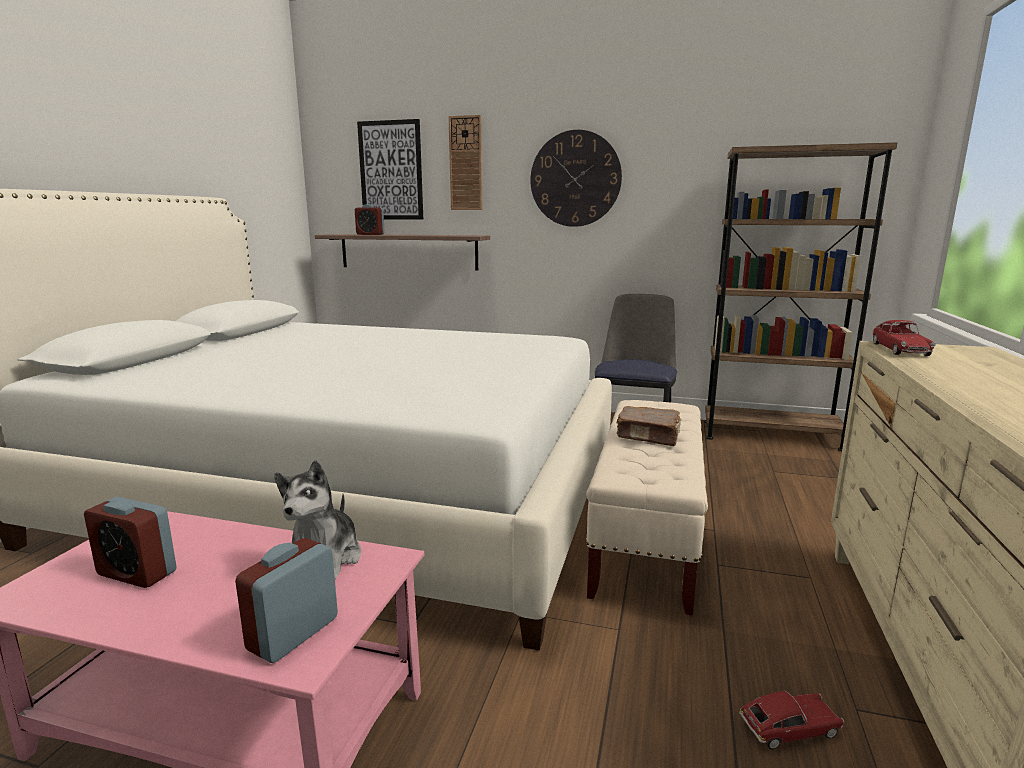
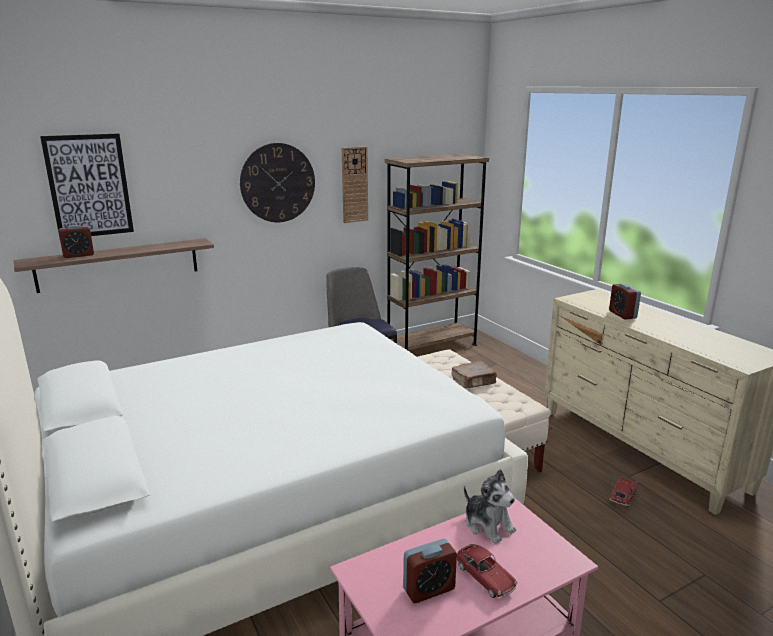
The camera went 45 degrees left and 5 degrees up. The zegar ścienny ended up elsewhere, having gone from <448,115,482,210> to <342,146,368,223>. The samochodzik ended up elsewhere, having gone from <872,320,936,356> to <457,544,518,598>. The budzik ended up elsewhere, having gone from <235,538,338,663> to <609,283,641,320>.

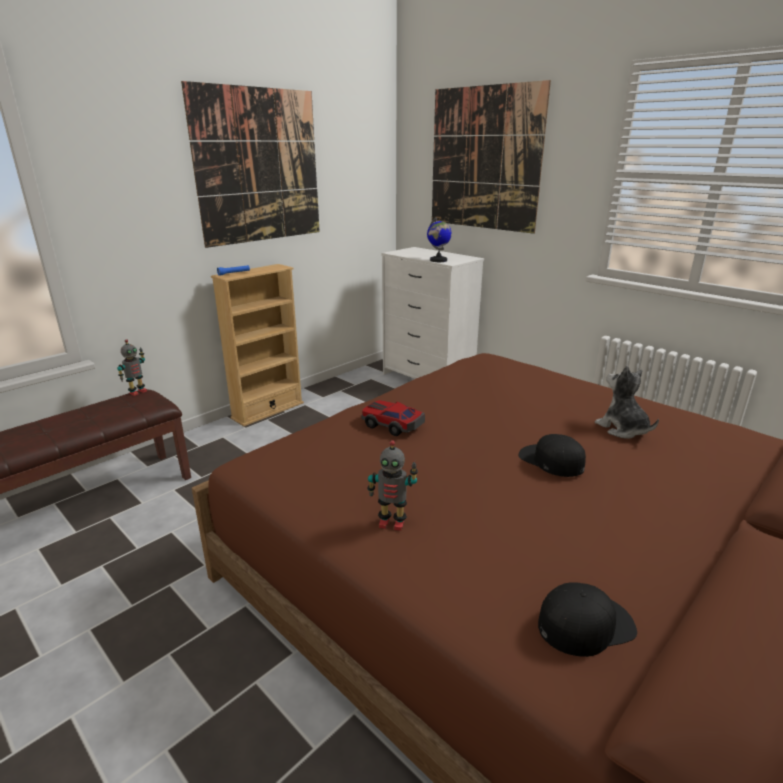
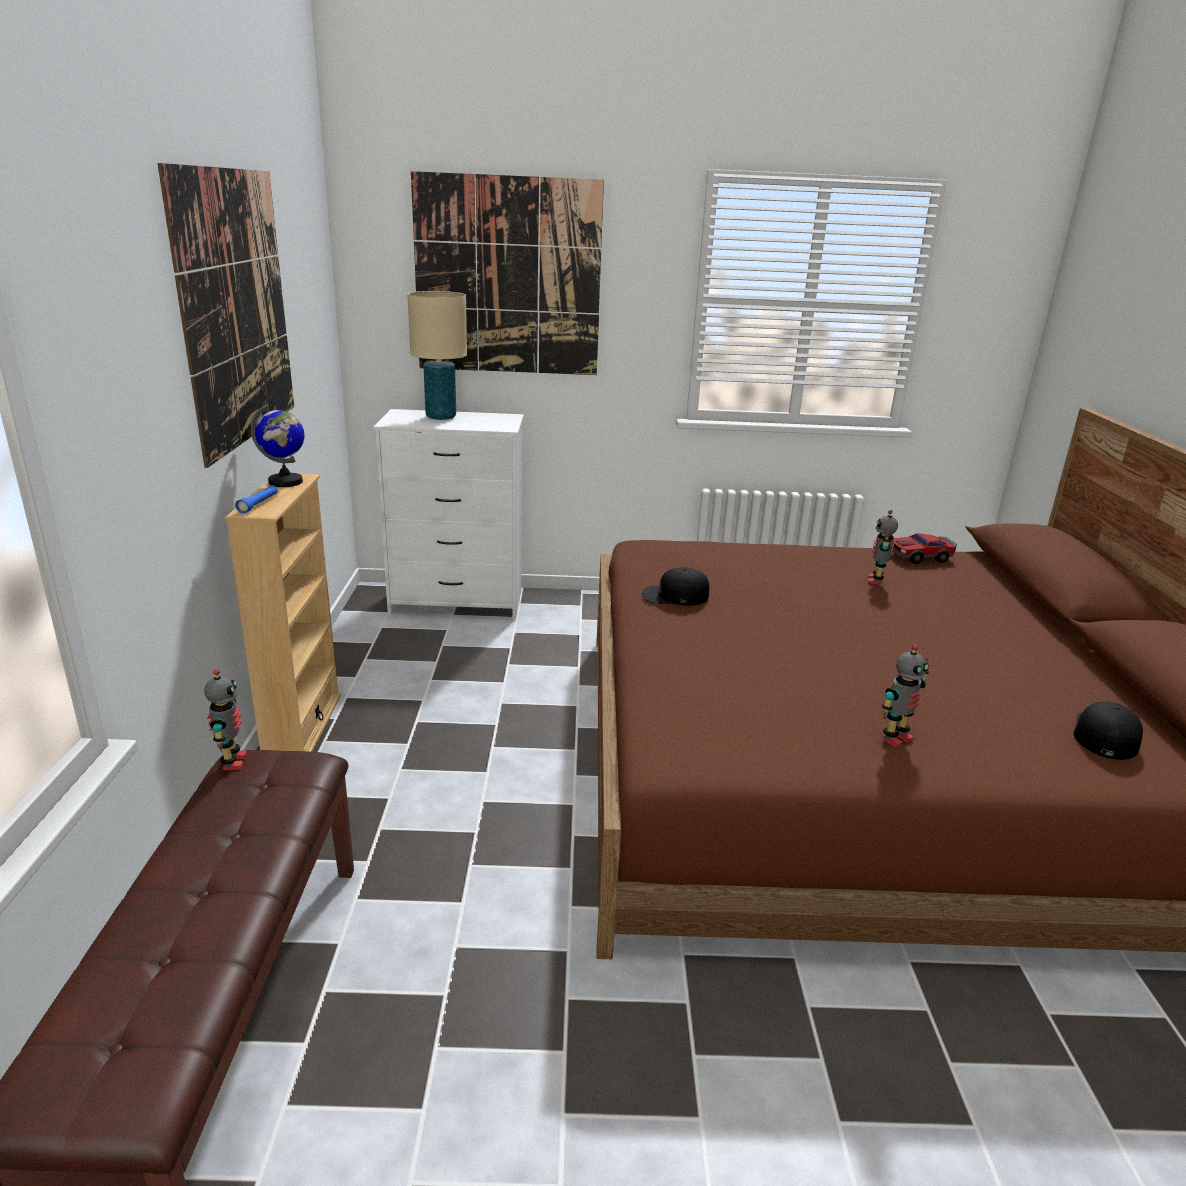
The camera went 45 degrees left and 0 degrees up. The globus ended up elsewhere, having gone from <427,217,452,262> to <251,404,304,487>. Where the pluszak stood at <595,366,659,439>, the robot zabawkowy came to stand at <868,510,898,585>. The samochodzik ended up elsewhere, having gone from <362,400,425,436> to <893,533,957,564>. The czapka z daszkiem/czarny ended up elsewhere, having gone from <519,434,586,477> to <642,567,709,606>. The second view gained the lampa stołowa/beżowy at <407,291,467,420>.

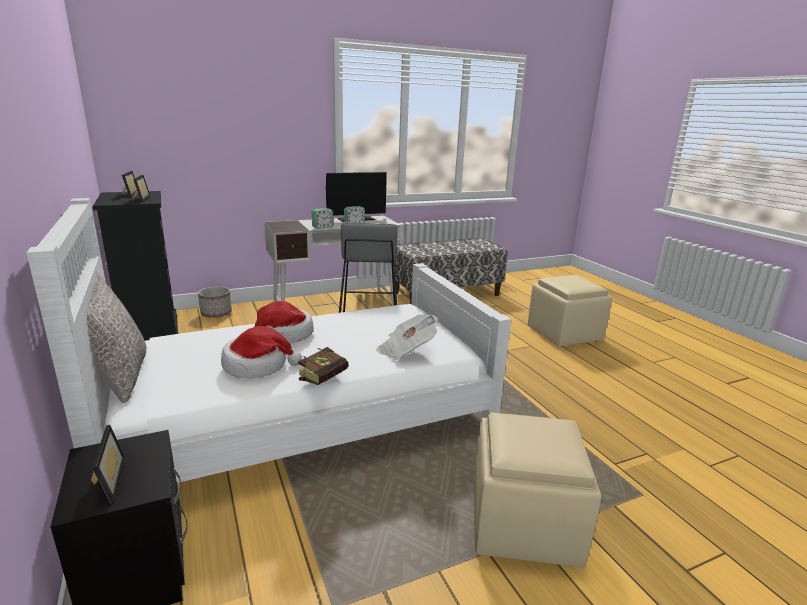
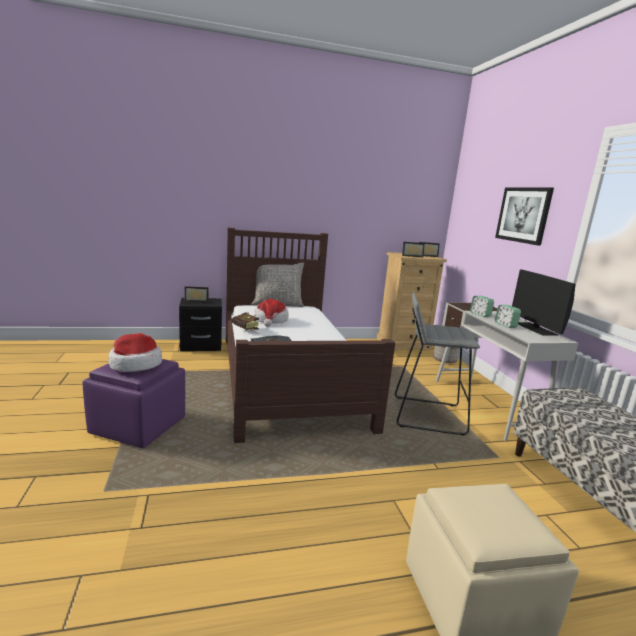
The camera went 100 degrees right and 5 degrees down. What was the komoda/czarny at <93,191,178,341> turned into the komoda/beżowy at <377,252,447,351>. What was the łóżko/biały at <26,198,511,483> turned into the łóżko/brązowy at <226,227,395,443>. The kapelusz ended up elsewhere, having gone from <254,301,314,343> to <108,333,162,372>. What was the pufa/beżowy at <474,412,602,568> turned into the pufa/fioletowy at <82,359,185,448>. The second view gained the obraz at <495,187,554,246>.

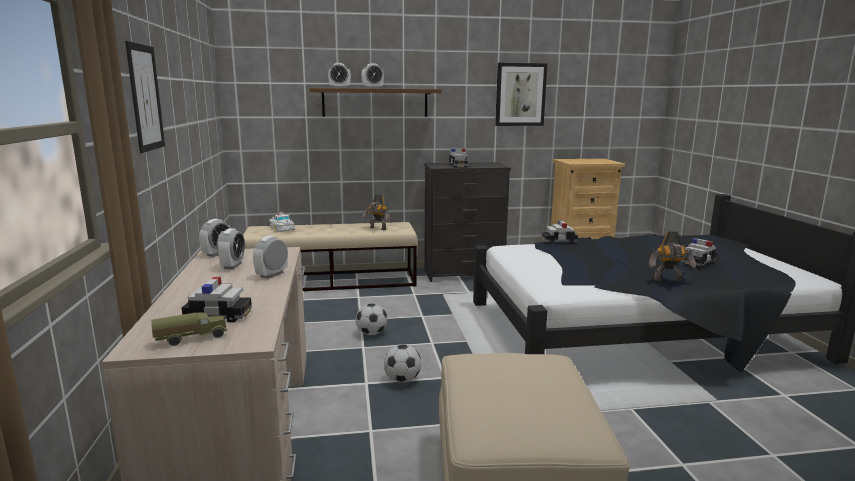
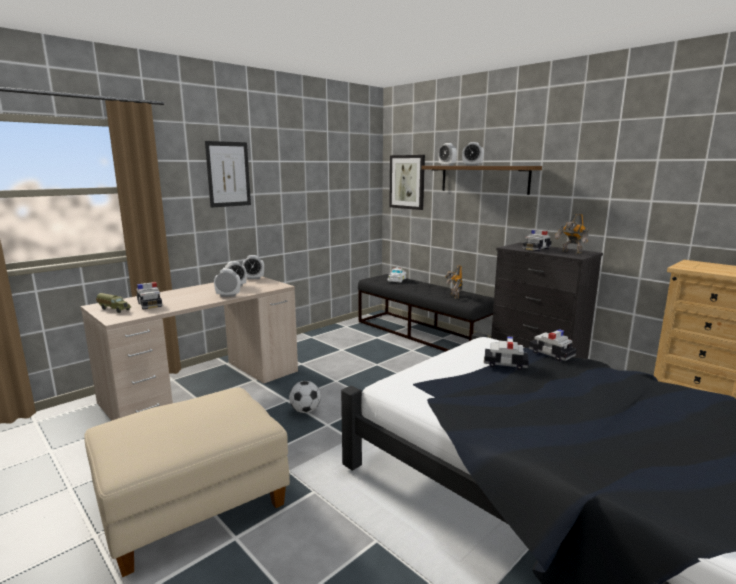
The camera went 55 degrees right and 0 degrees up. The obraz ended up elsewhere, having gone from <495,63,547,126> to <389,155,425,210>. What was the ławka/beżowy at <243,222,418,291> turned into the ławka/czarny at <358,274,494,352>. The robot zabawkowy ended up elsewhere, having gone from <649,231,696,282> to <555,213,589,254>. The samochodzik ended up elsewhere, having gone from <681,238,717,267> to <484,336,529,370>. The second view lost the piłka futbolowa at <356,303,387,335>.

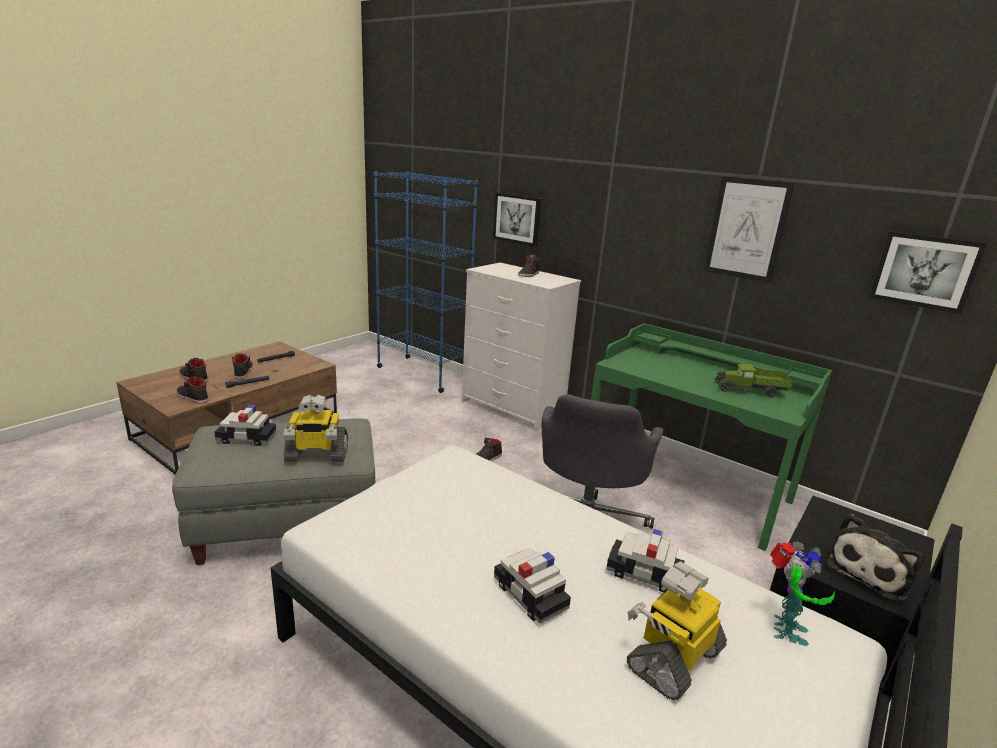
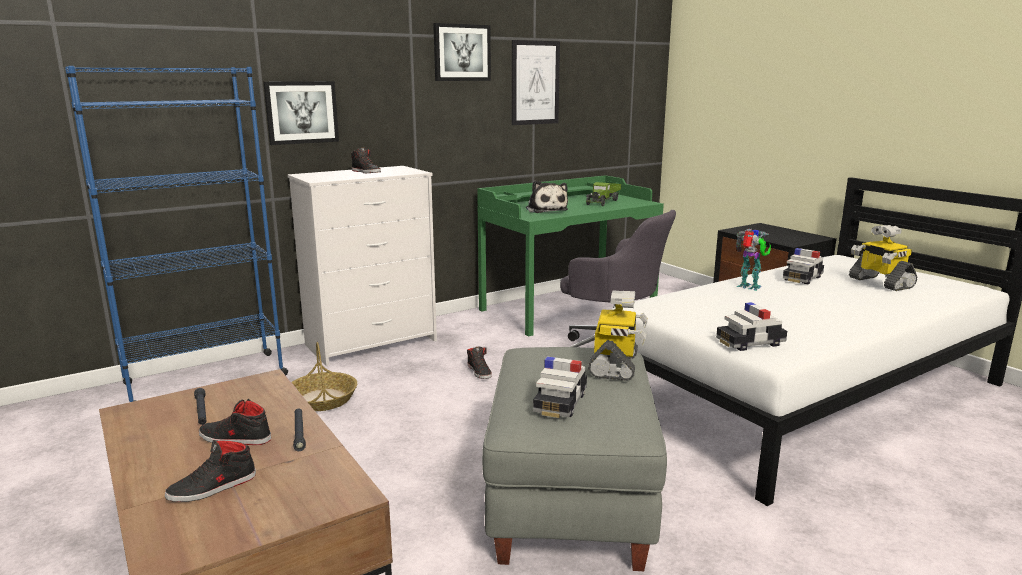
The camera went 70 degrees left and 5 degrees down. The obraz ended up elsewhere, having gone from <869,231,987,314> to <433,23,491,81>. The second view lost the but/czarny at <177,376,209,404>. The pluszak ended up elsewhere, having gone from <826,514,925,600> to <526,181,568,213>. The robot zabawkowy ended up elsewhere, having gone from <770,541,835,646> to <736,229,771,291>. The samochodzik ended up elsewhere, having gone from <494,548,571,624> to <716,302,787,351>. The second view gained the koszyk at <291,342,357,411>.

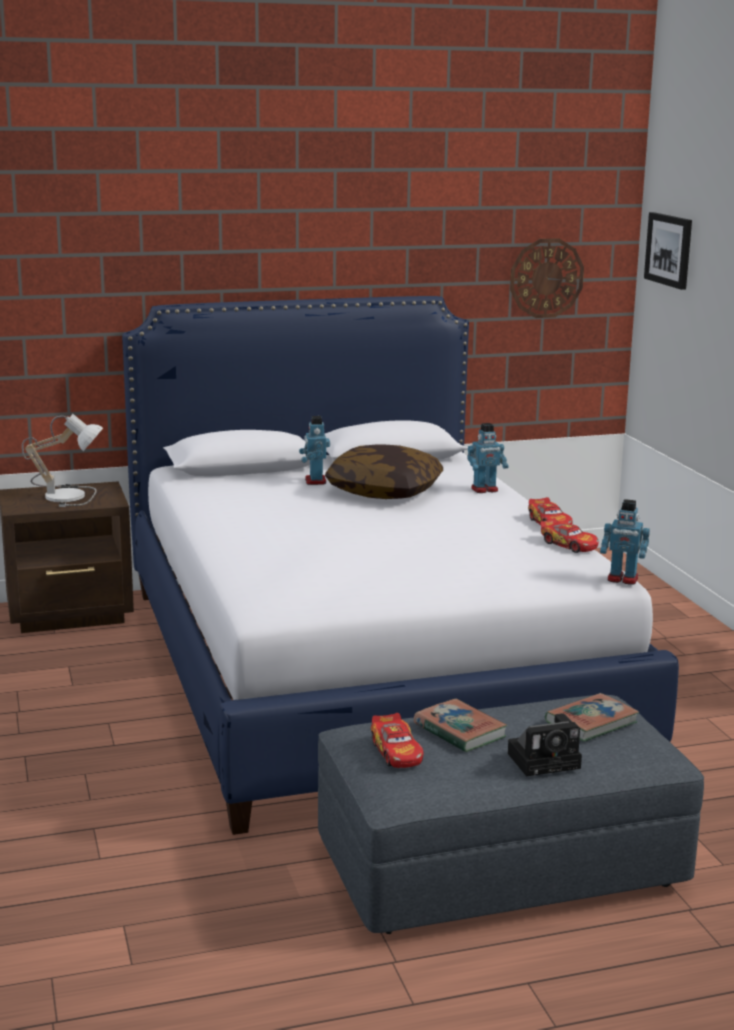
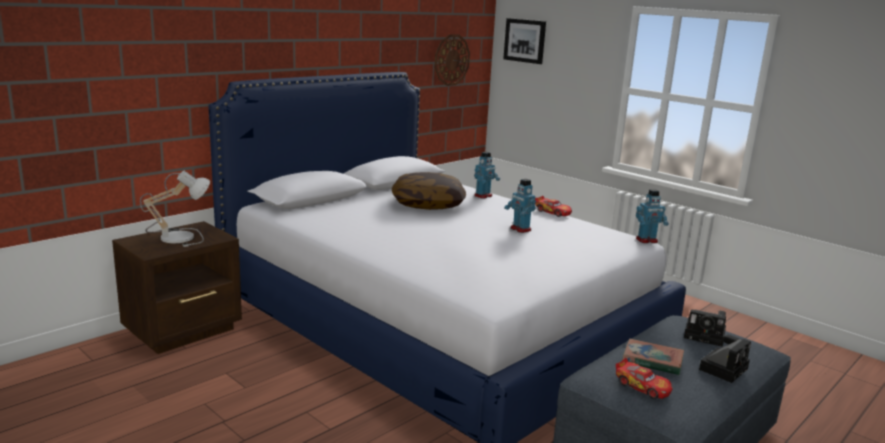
The camera went 30 degrees left and 0 degrees up. The robot zabawkowy ended up elsewhere, having gone from <299,416,330,485> to <505,179,536,233>. The second view lost the samochodzik at <540,518,599,553>. Where the książka stood at <545,693,639,742>, the aparat fotograficzny came to stand at <684,310,726,347>.

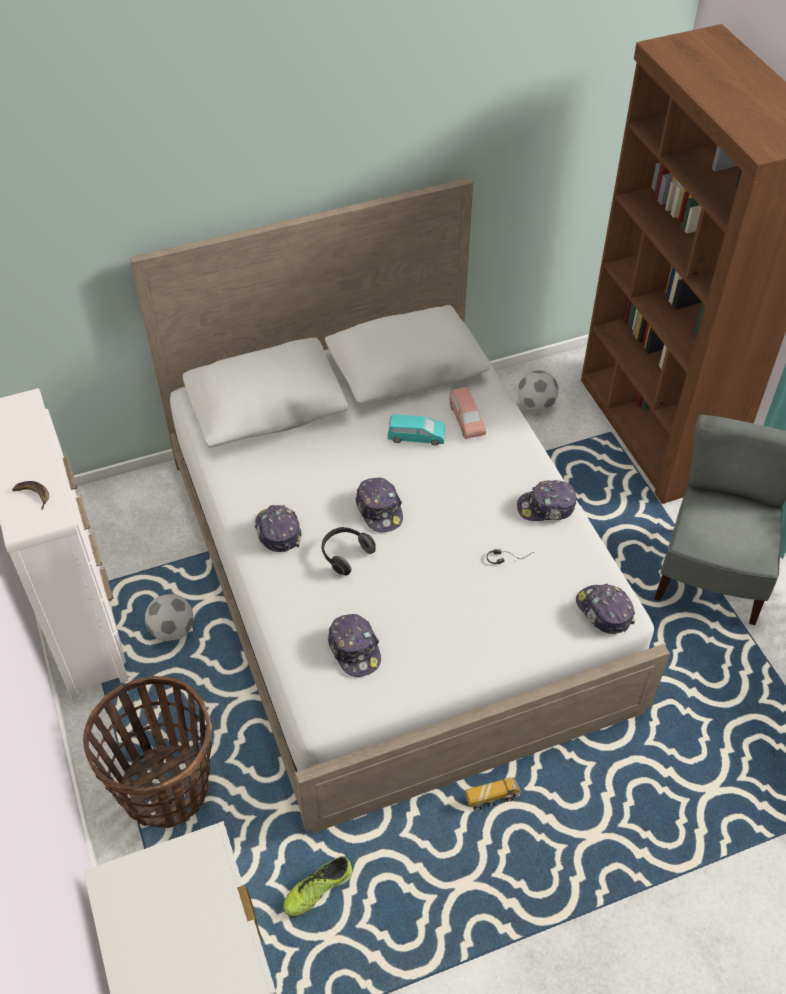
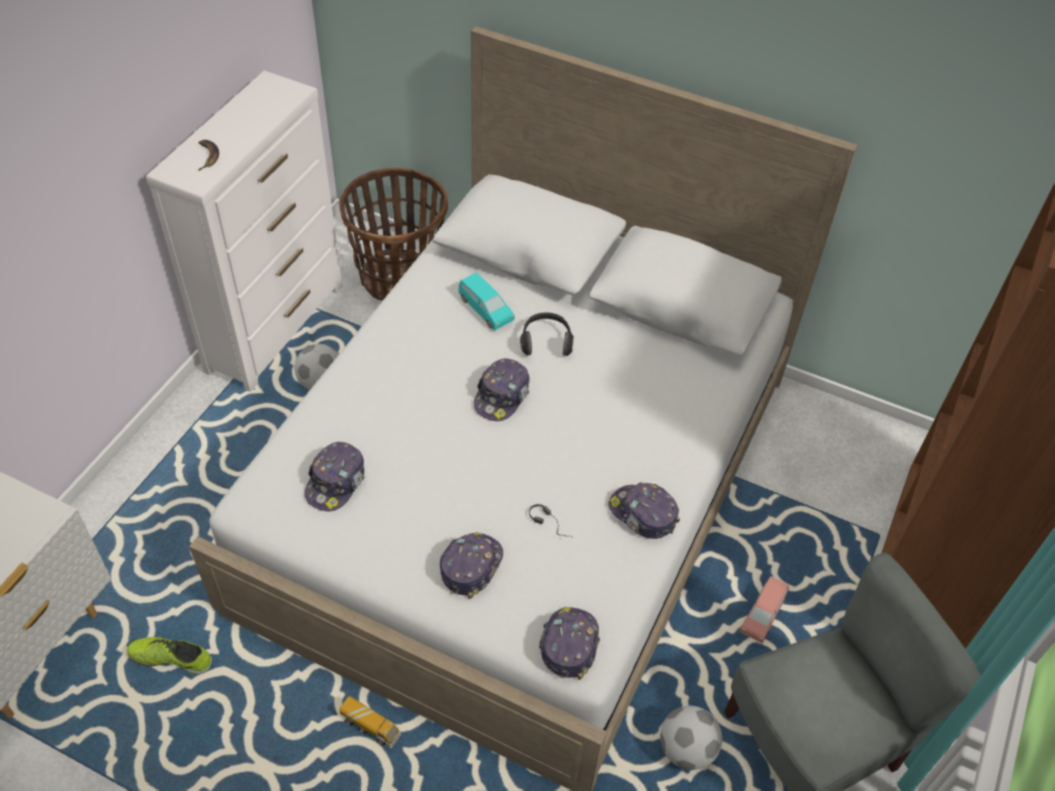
The camera went 45 degrees right and 0 degrees up. The piłka futbolowa ended up elsewhere, having gone from <518,370,559,411> to <660,706,722,770>. The samochodzik/różowy ended up elsewhere, having gone from <449,387,486,439> to <739,576,789,644>. The samochodzik/turkusowy ended up elsewhere, having gone from <388,415,445,446> to <459,272,515,330>. The czapka z daszkiem ended up elsewhere, having gone from <254,505,302,552> to <440,532,503,599>. The słuchawki ended up elsewhere, having gone from <322,527,376,576> to <520,312,574,356>. The koszyk ended up elsewhere, having gone from <83,676,212,828> to <339,168,448,301>.

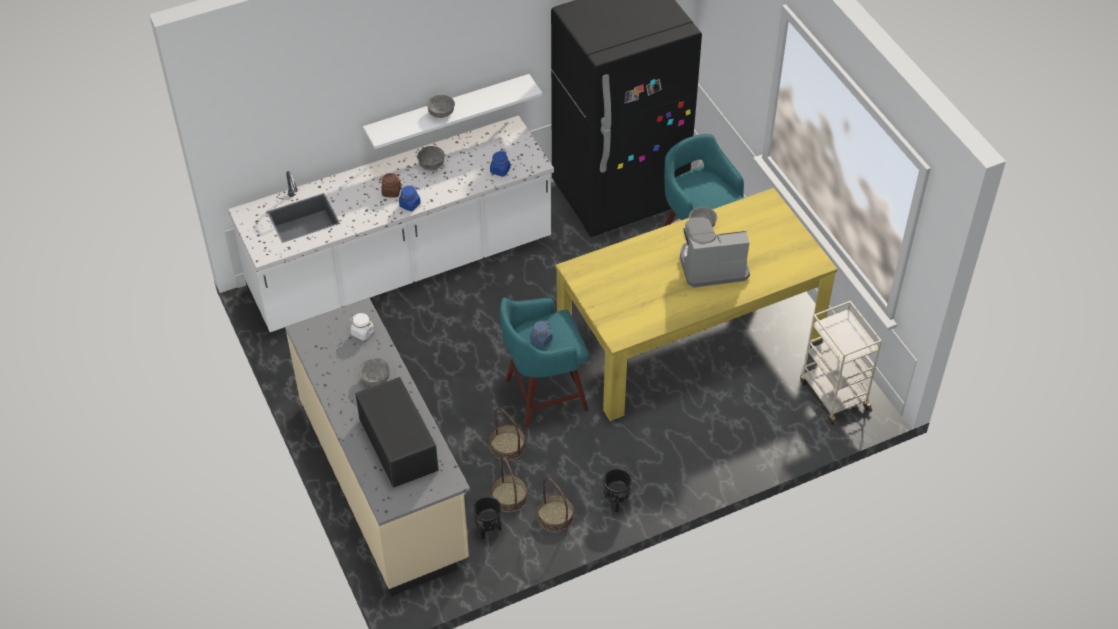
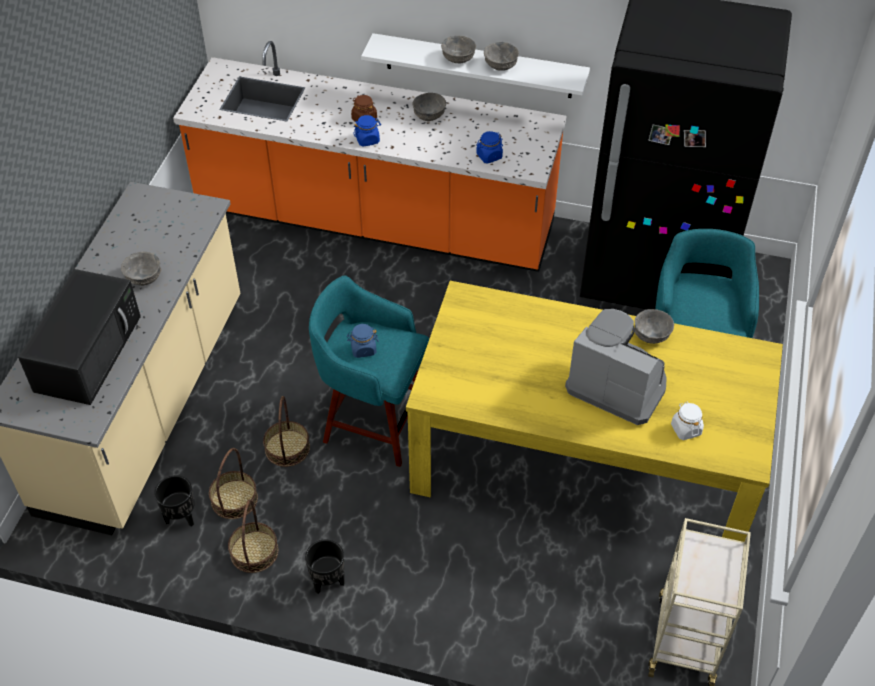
The camera went 40 degrees right and 0 degrees up. What was the zabudowa kuchenna/biały at <228,115,554,334> turned into the zabudowa kuchenna/pomarańczowy at <173,41,566,272>. The słoik/biały ended up elsewhere, having gone from <350,313,374,340> to <671,402,704,440>. The second view gained the miska/szary at <484,42,519,71>.

